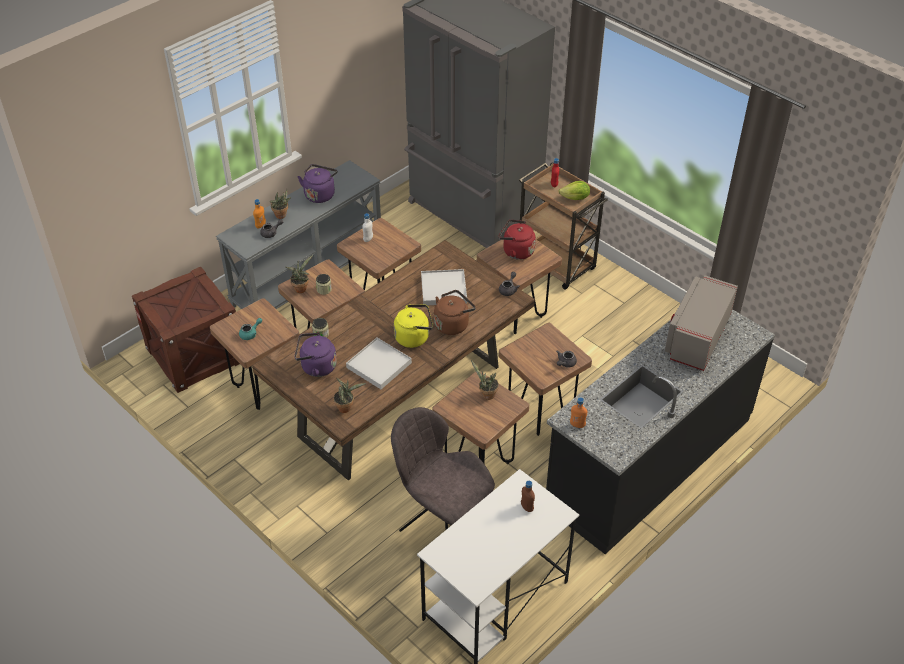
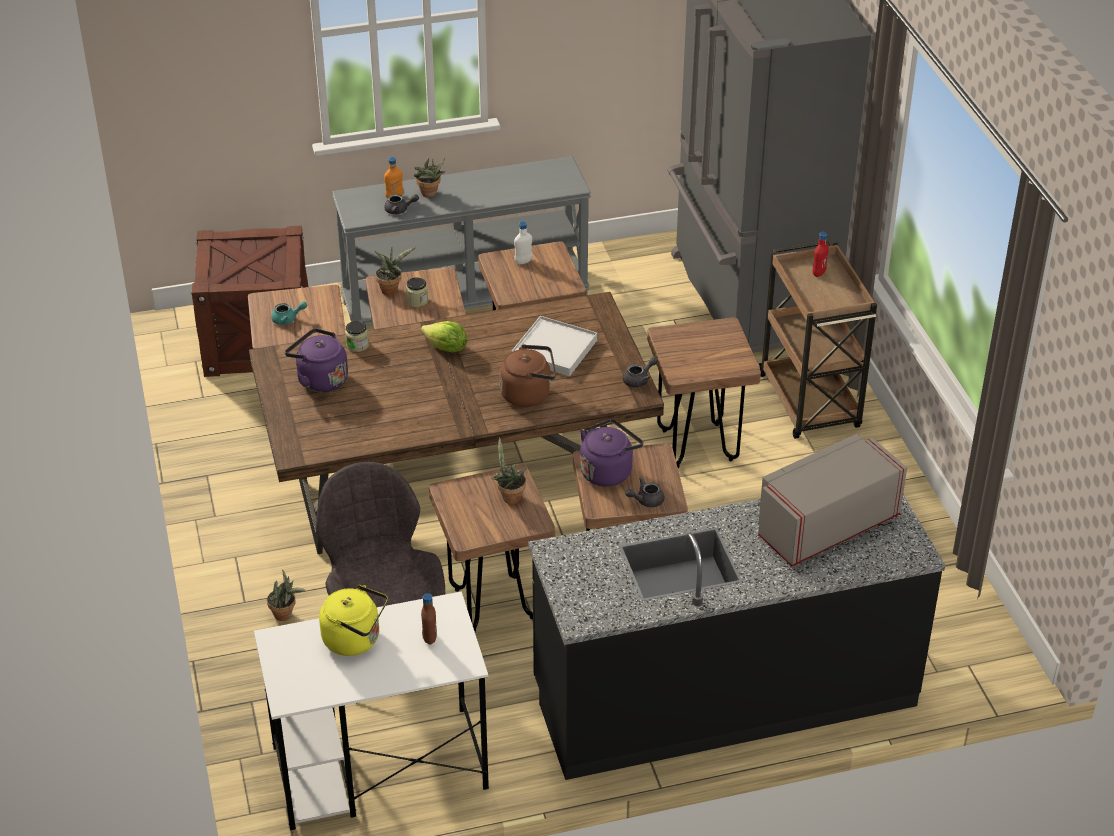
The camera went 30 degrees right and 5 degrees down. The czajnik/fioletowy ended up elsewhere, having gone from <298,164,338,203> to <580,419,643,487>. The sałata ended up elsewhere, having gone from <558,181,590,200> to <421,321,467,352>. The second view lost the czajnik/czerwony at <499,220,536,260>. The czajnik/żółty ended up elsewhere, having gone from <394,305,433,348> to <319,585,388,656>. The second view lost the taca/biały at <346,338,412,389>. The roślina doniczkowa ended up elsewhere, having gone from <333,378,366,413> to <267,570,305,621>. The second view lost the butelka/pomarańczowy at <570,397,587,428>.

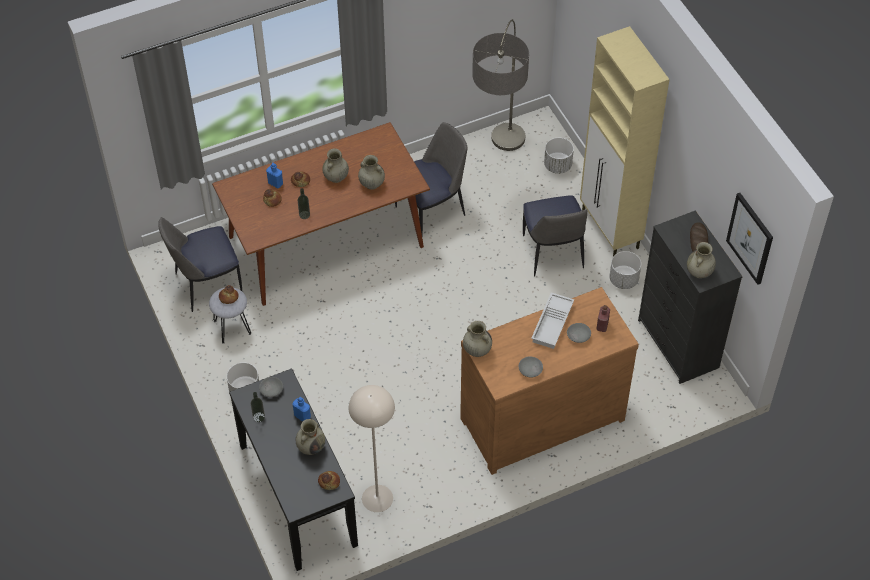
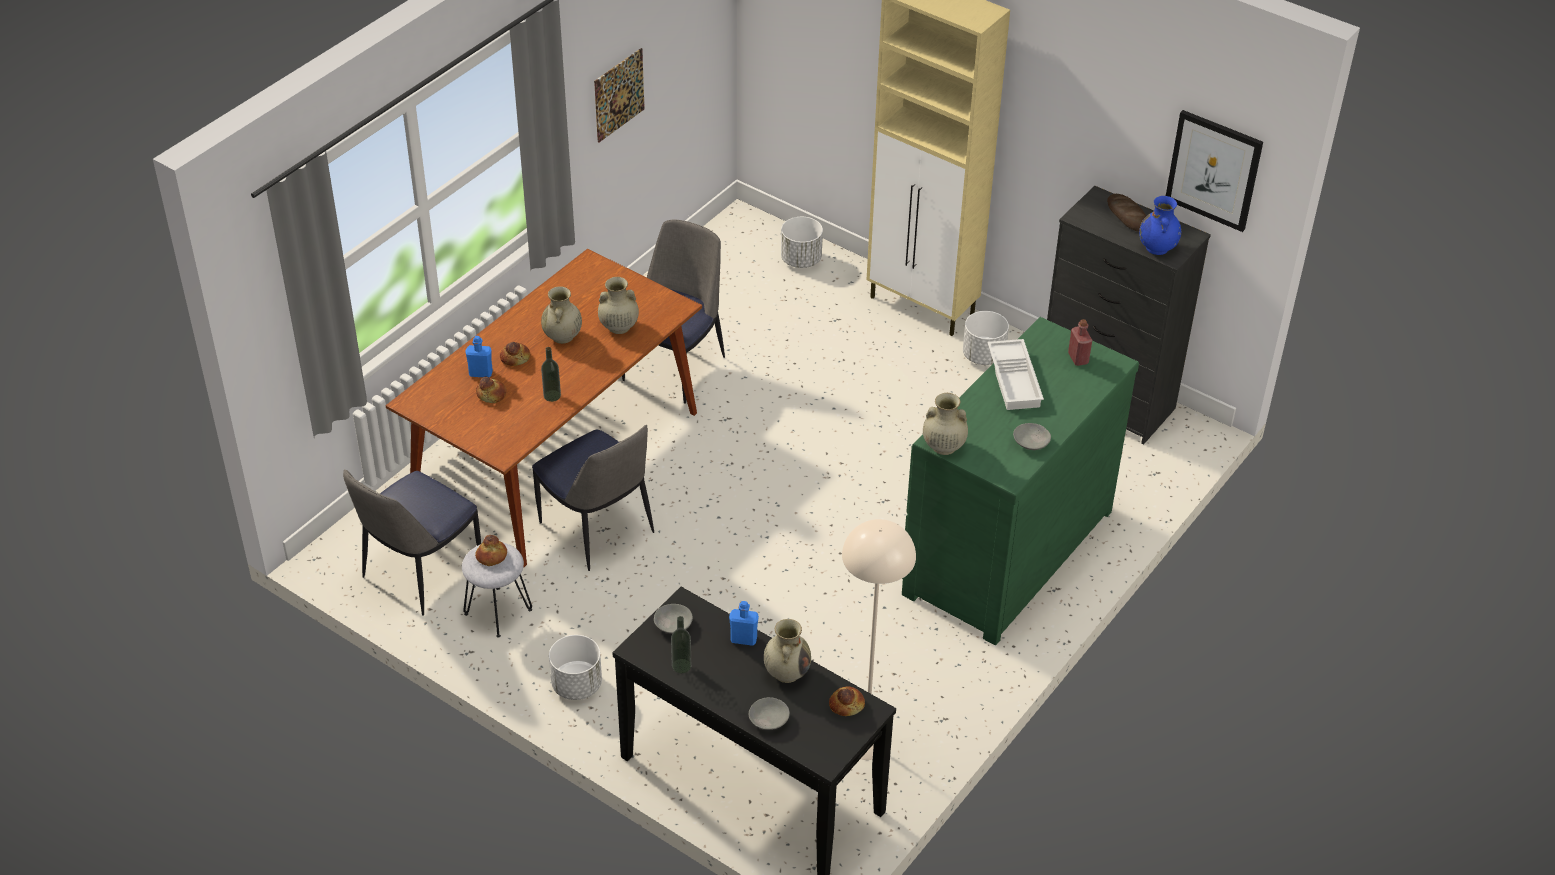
The camera went 30 degrees left and 10 degrees down. The second view lost the lampa stojąca at <472,19,529,151>. The krzesło ended up elsewhere, having gone from <523,195,587,276> to <532,425,654,571>. What was the wazon/beżowy at <687,242,716,278> turned into the wazon/niebieski at <1139,196,1181,255>. What was the komoda/brązowy at <460,287,639,475> turned into the komoda/zielony at <902,317,1139,645>. The miska/szary ended up elsewhere, having gone from <567,323,591,343> to <749,697,790,730>. The second view gained the obraz at <594,48,645,142>.

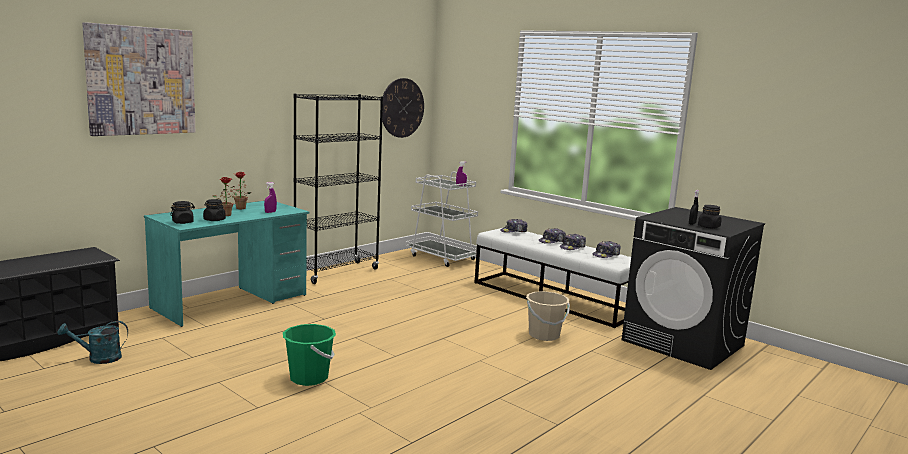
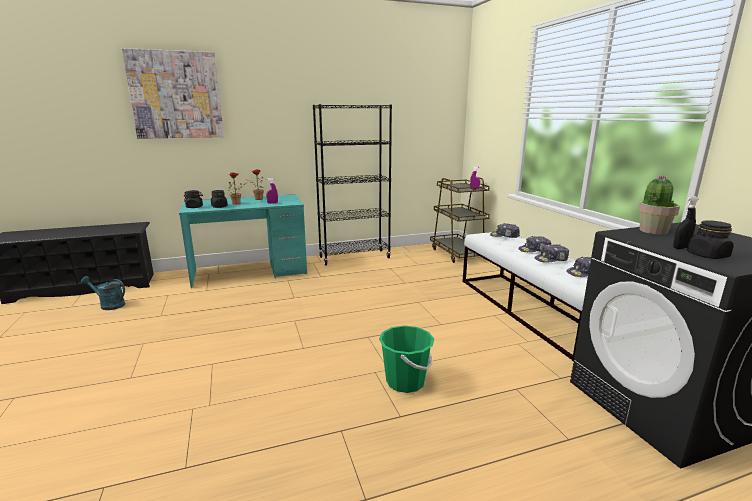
The camera went 30 degrees right and 5 degrees up. The second view lost the zegar ścienny at <382,78,424,138>. What was the wózek/biały at <405,171,478,267> turned into the wózek/brązowy at <430,177,490,263>. The second view lost the wiadro/beżowy at <526,291,570,341>. The wiadro/zielony ended up elsewhere, having gone from <283,324,336,386> to <379,325,434,393>. The second view gained the roślina doniczkowa at <638,176,680,235>.

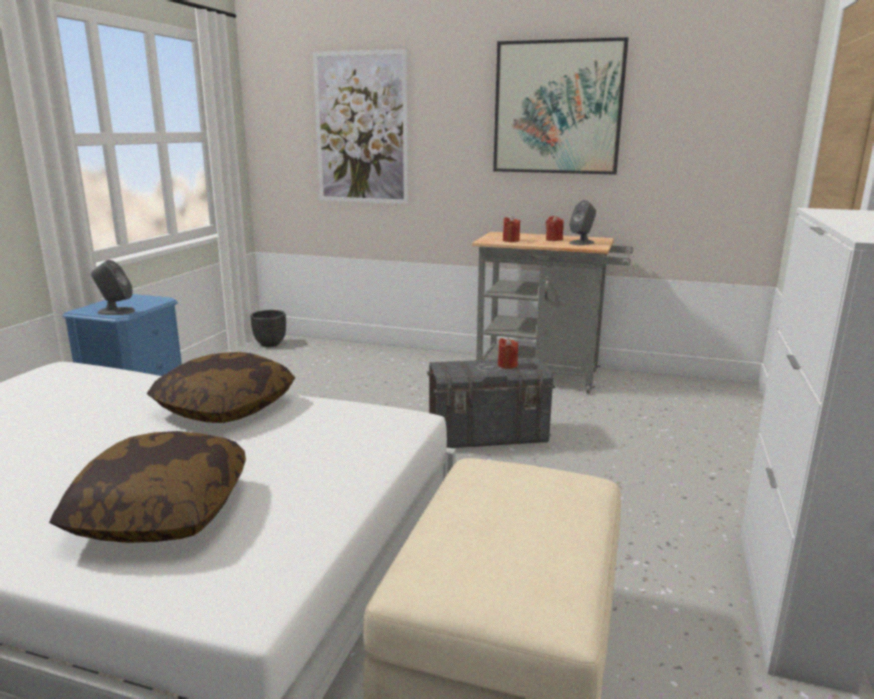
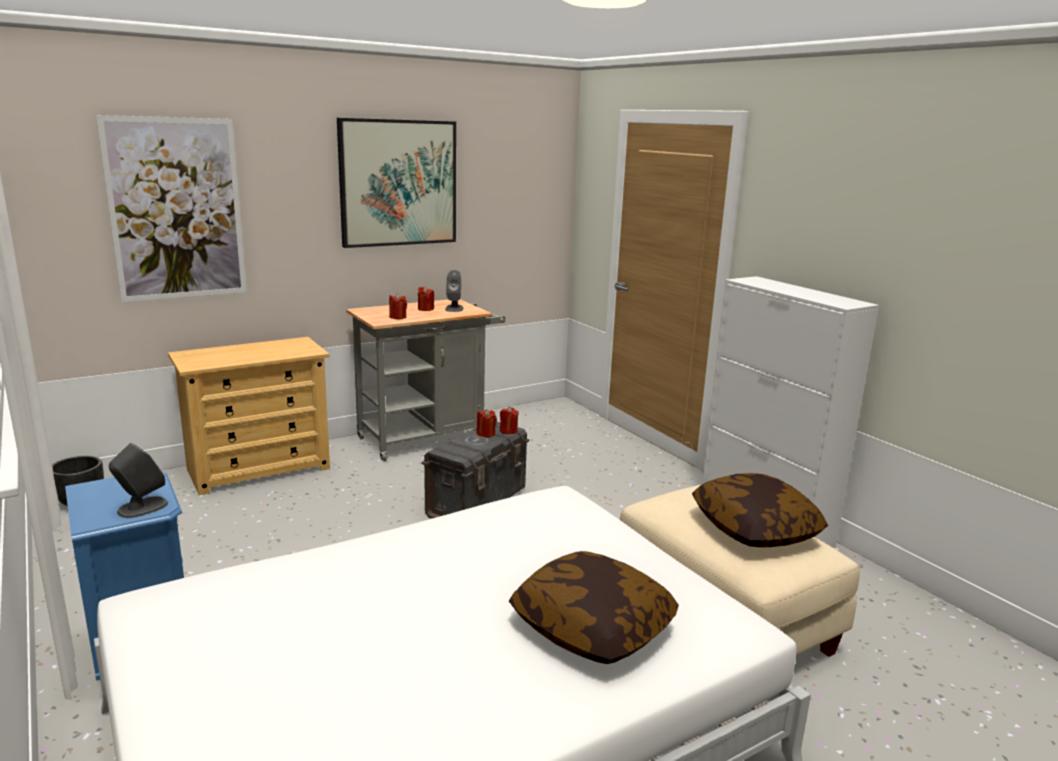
The camera went 50 degrees left and 0 degrees up. The poduszka ended up elsewhere, having gone from <147,352,295,423> to <692,473,828,547>. The second view gained the komoda/beżowy at <168,337,330,495>. The second view gained the świeca/czerwony at <500,407,519,434>.

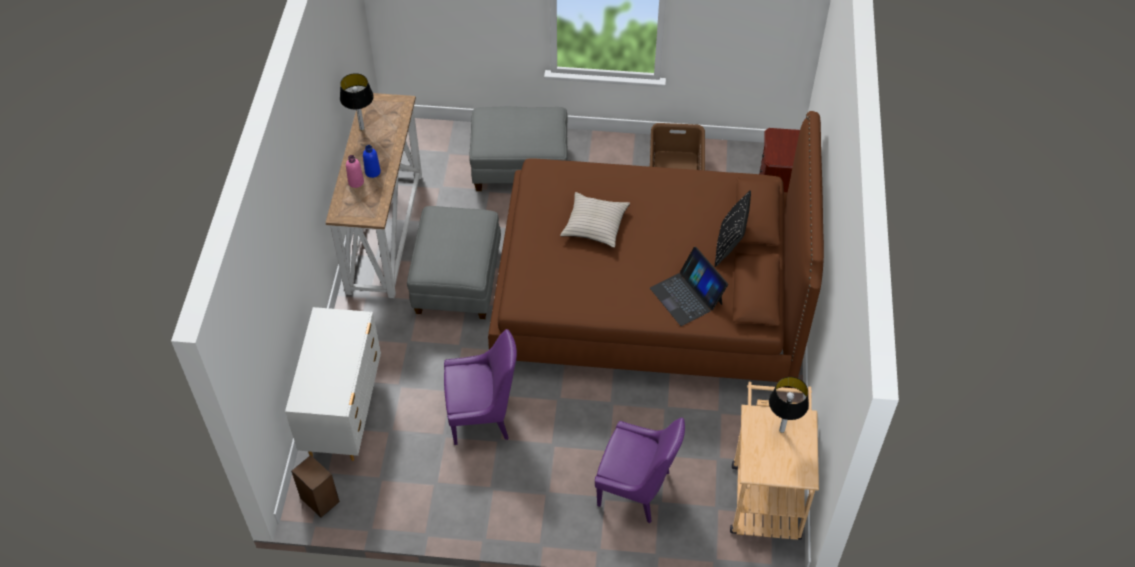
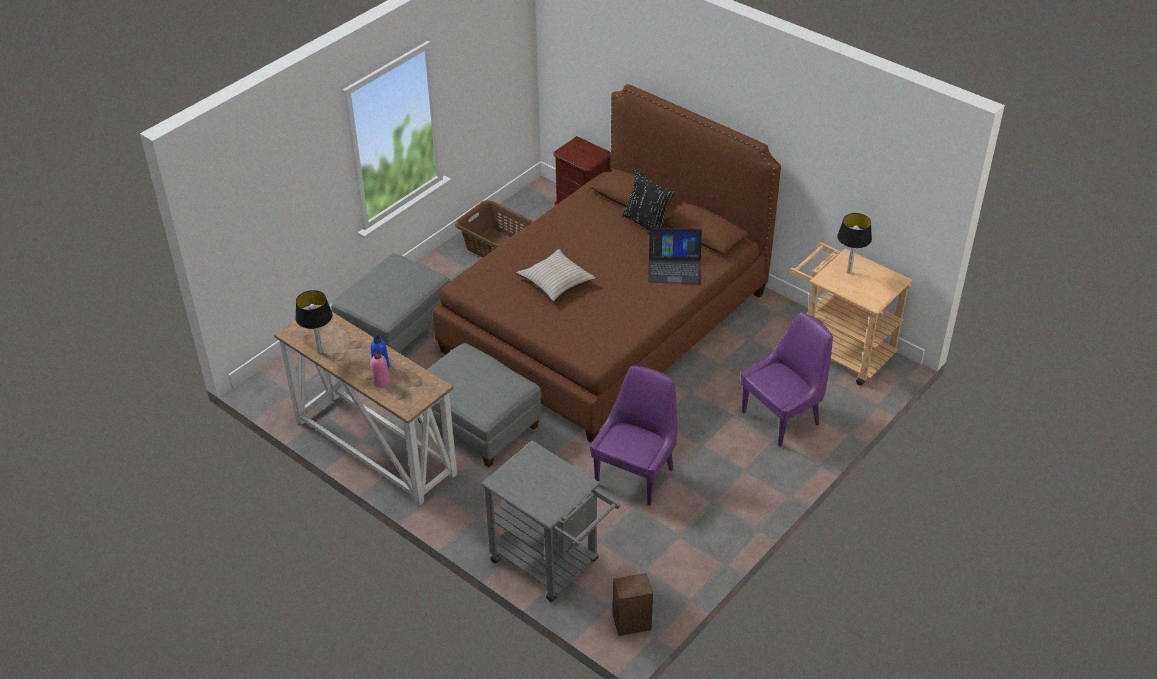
The camera went 55 degrees left and 10 degrees down. Where the komoda/biały stood at <285,307,381,461>, the wózek/szary came to stand at <481,441,620,602>.

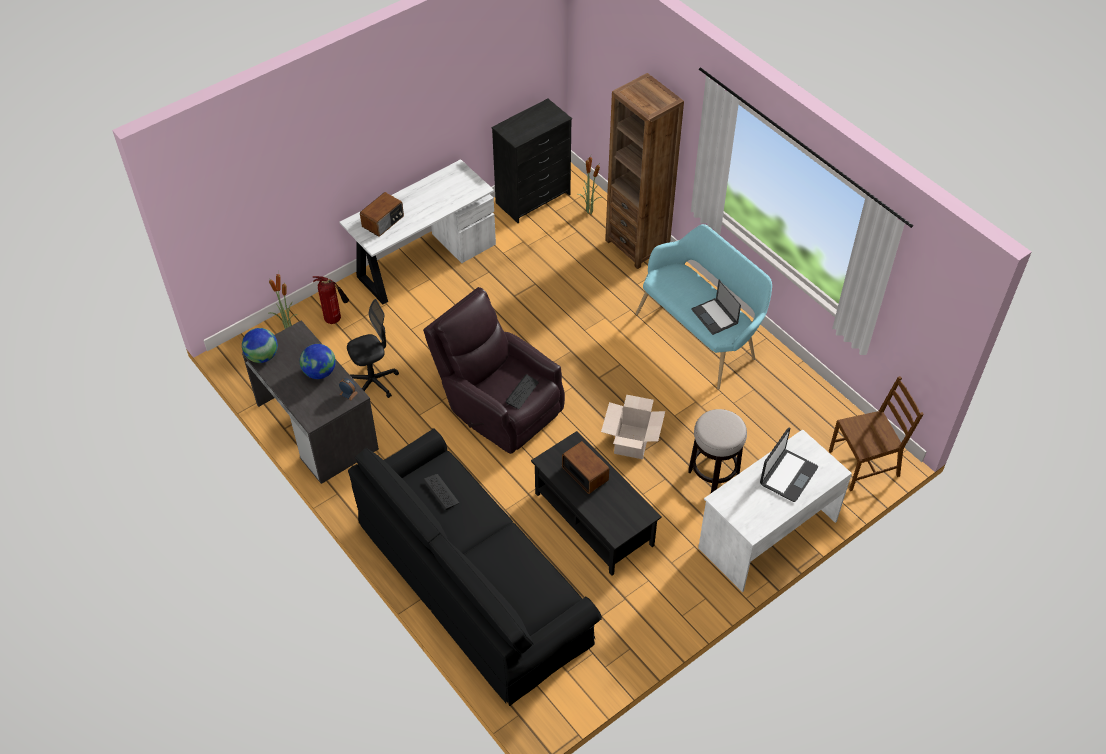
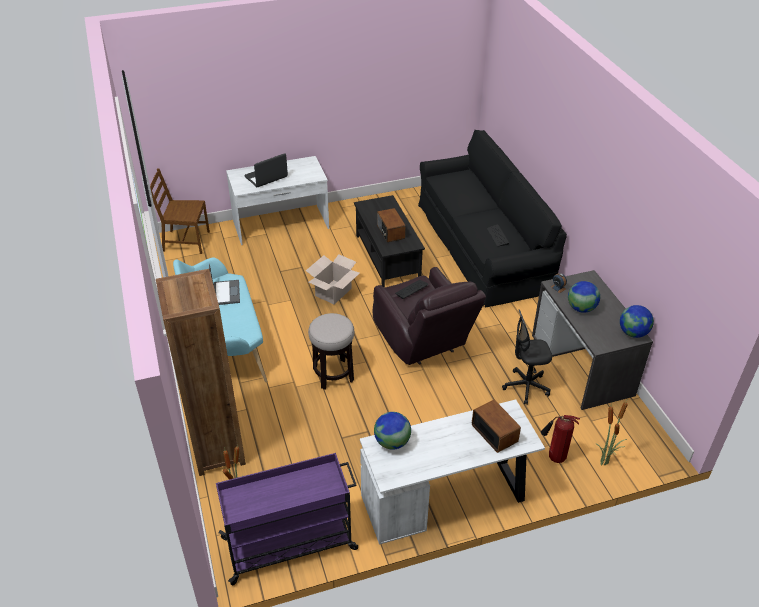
The camera went 160 degrees left and 10 degrees down. Where the komoda/czarny stood at <491,99,572,223>, the wózek/fioletowy came to stand at <216,453,358,586>. The radio at <360,192,404,237> ended up facing another way, 90 degrees clockwise from before. The stołek ended up elsewhere, having gone from <688,409,747,493> to <308,313,354,389>. The second view gained the globus at <374,412,411,450>.

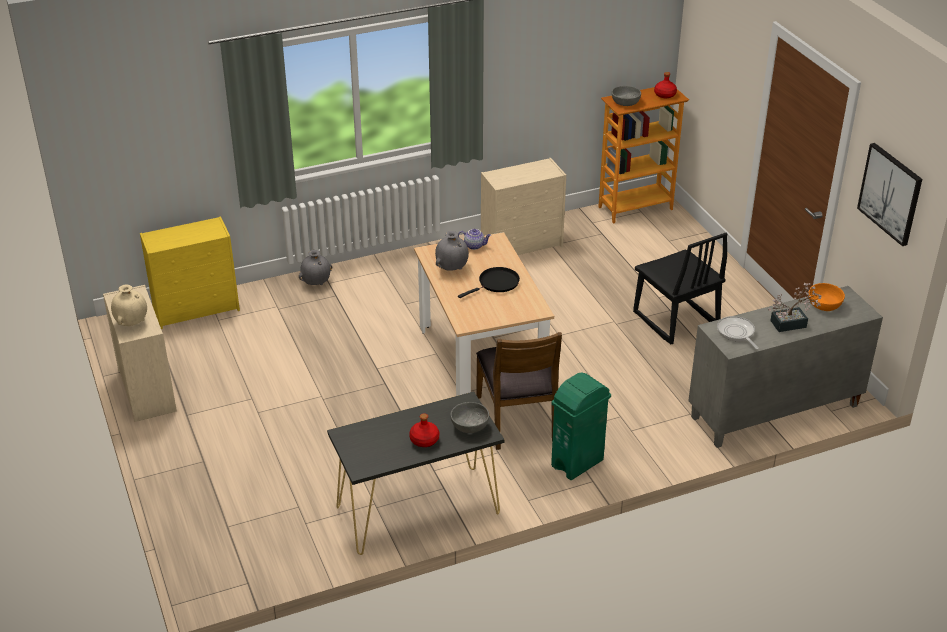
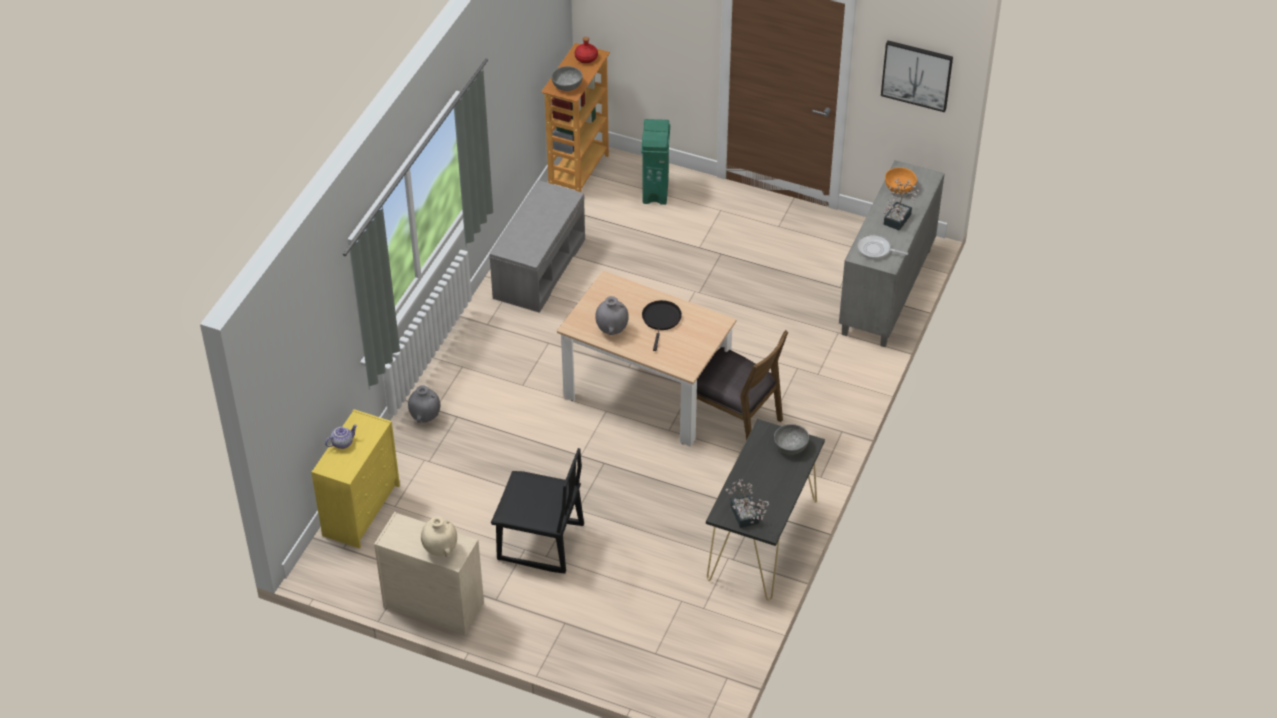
The camera went 45 degrees left and 10 degrees up. Where the komoda/beżowy stood at <481,158,566,255>, the ławka/szary came to stand at <489,180,585,313>. The imbryk ended up elsewhere, having gone from <458,229,491,250> to <325,425,358,449>. The krzesło/czarny ended up elsewhere, having gone from <633,233,728,344> to <491,448,584,574>. The kosz na śmieci/zielony ended up elsewhere, having gone from <551,372,611,480> to <641,119,670,205>. The second view lost the butelka/czerwony at <409,414,439,447>. The second view gained the roślina doniczkowa at <726,479,769,528>.

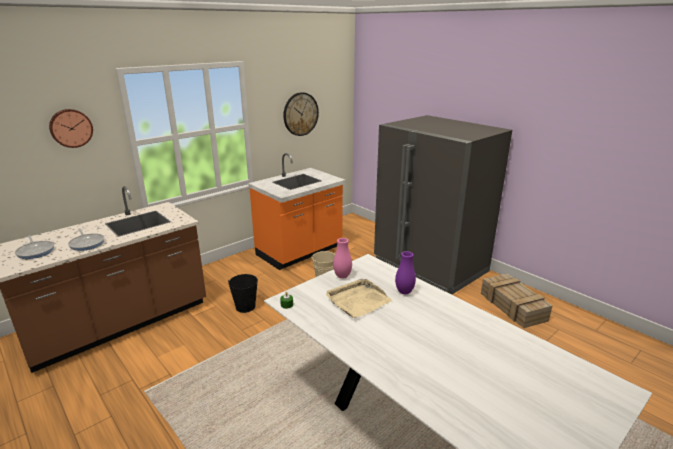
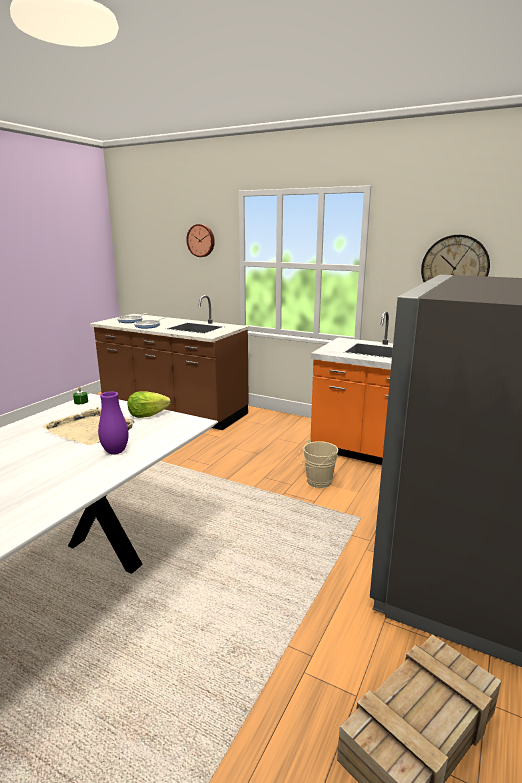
The camera went 70 degrees right and 5 degrees down. Where the wazon/różowy stood at <333,238,352,279>, the sałata came to stand at <128,391,171,418>. The second view lost the wiadro/czarny at <228,274,258,313>.

